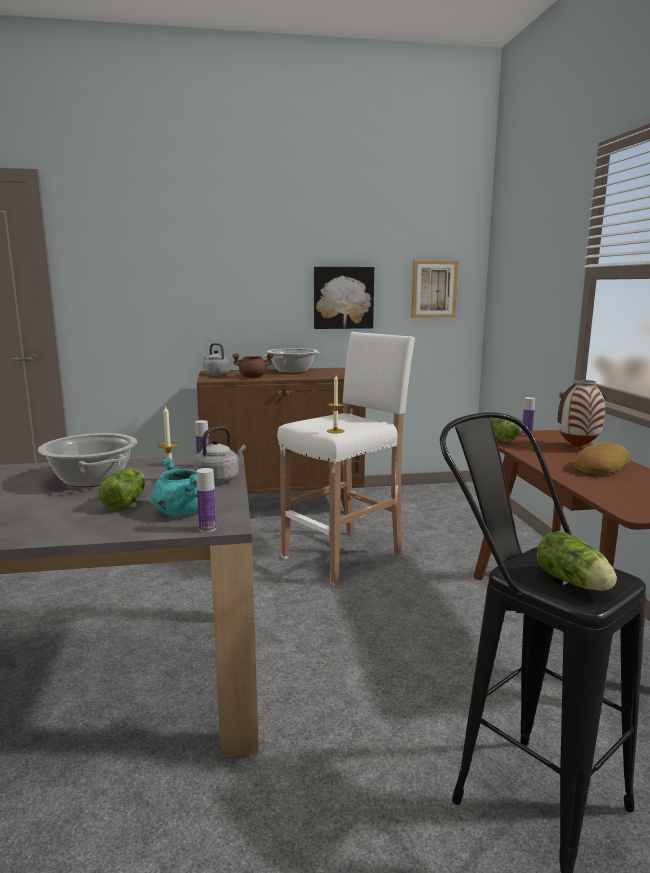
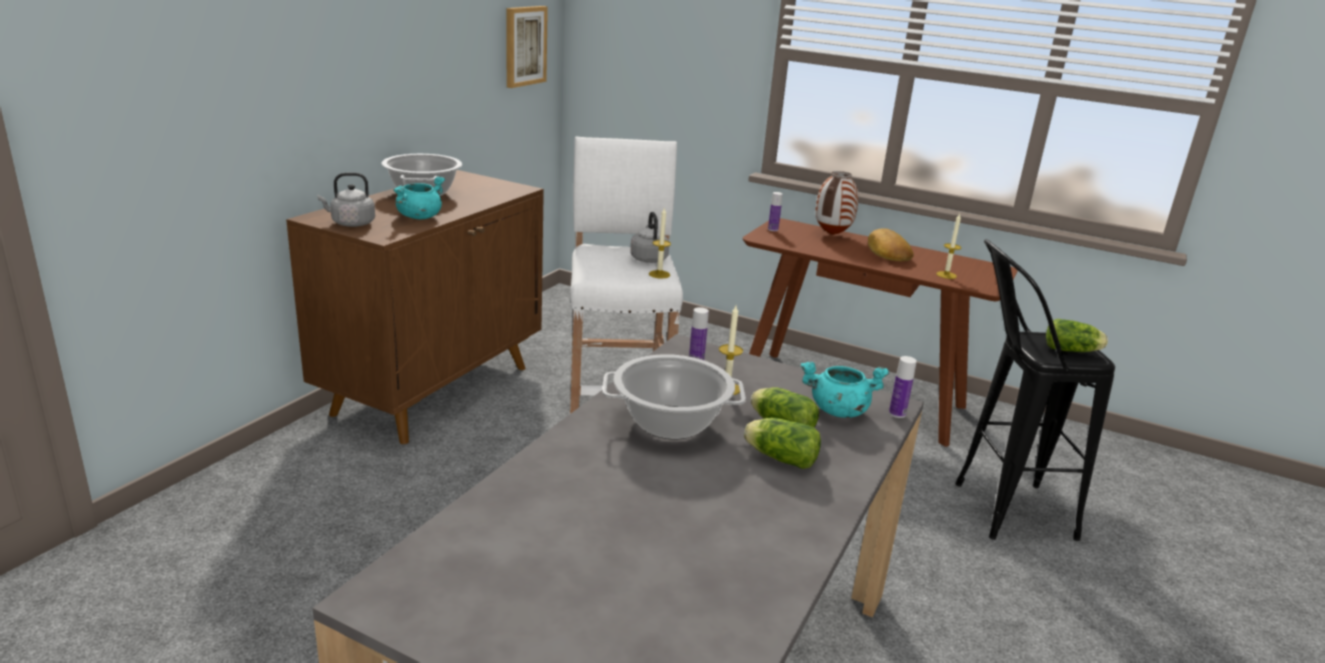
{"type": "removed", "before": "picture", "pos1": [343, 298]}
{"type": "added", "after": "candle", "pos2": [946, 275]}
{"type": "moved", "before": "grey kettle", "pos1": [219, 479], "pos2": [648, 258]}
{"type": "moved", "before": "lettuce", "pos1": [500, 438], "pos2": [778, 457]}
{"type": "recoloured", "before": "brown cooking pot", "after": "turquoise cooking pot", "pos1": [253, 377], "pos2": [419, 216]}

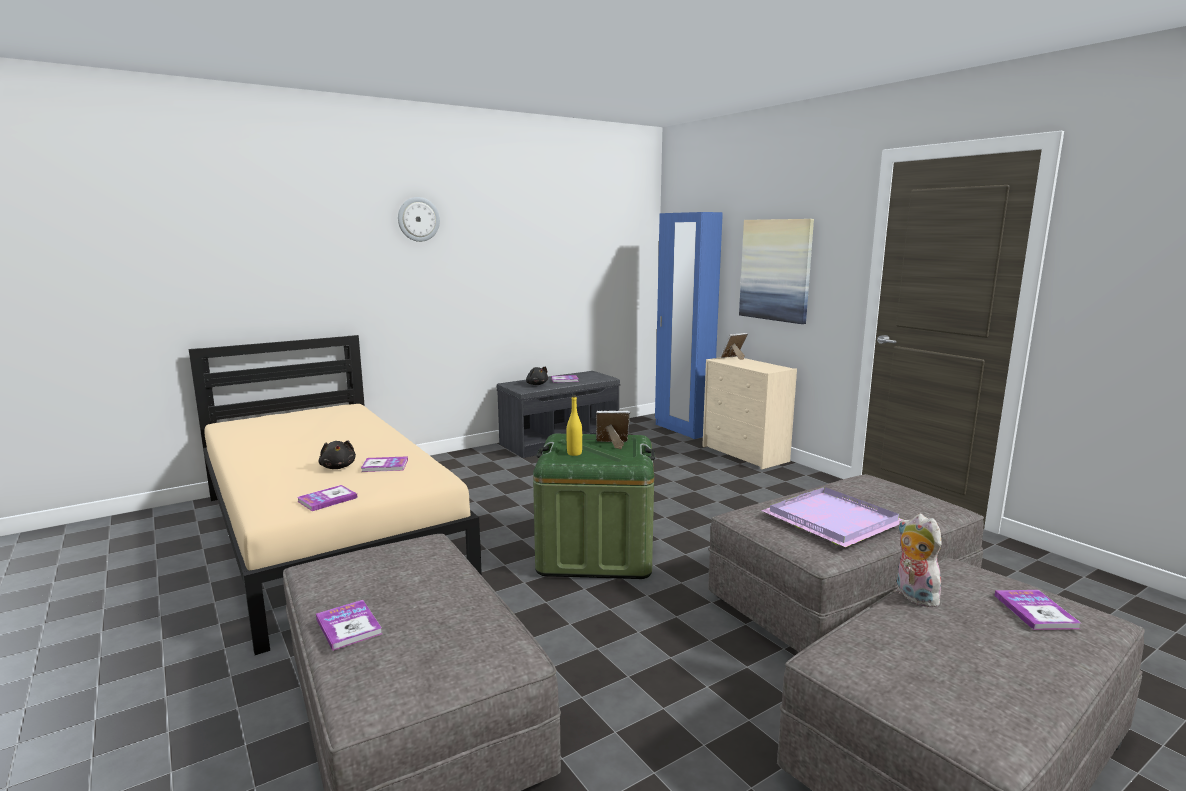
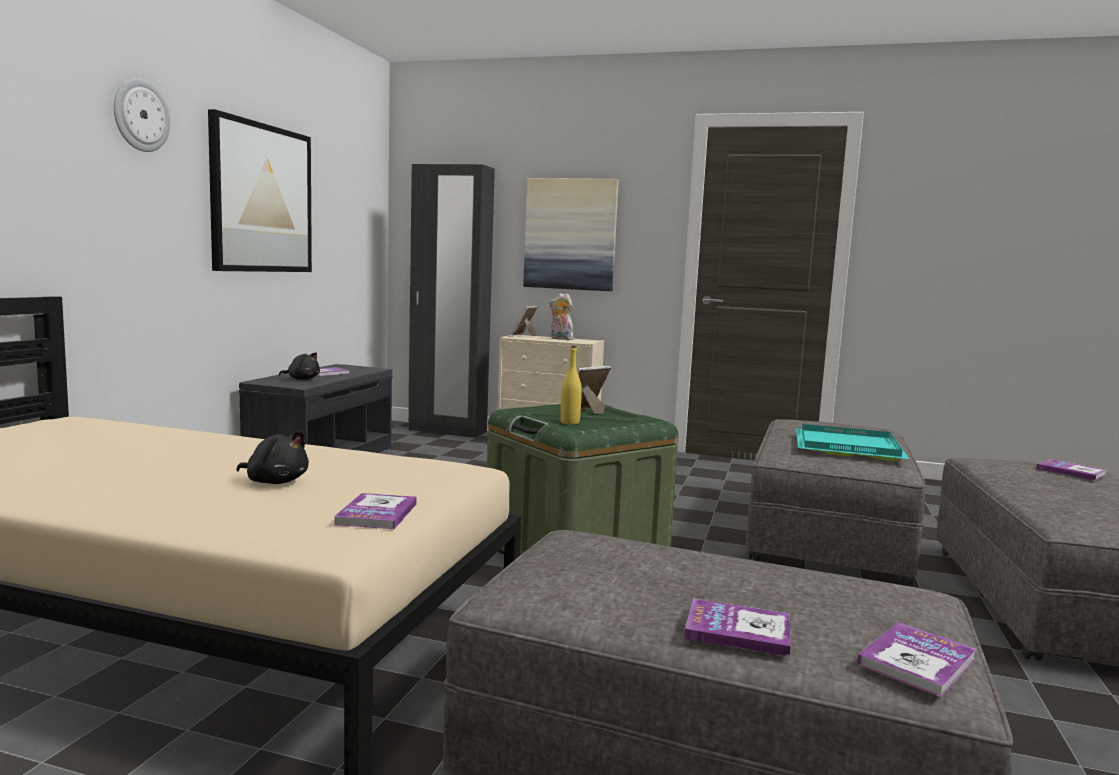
{"type": "added", "after": "picture", "pos2": [261, 199]}
{"type": "moved", "before": "book", "pos1": [385, 466], "pos2": [917, 661]}
{"type": "moved", "before": "plush toy", "pos1": [913, 596], "pos2": [560, 339]}
{"type": "recoloured", "before": "blue wardrobe", "after": "black wardrobe", "pos1": [682, 429], "pos2": [447, 431]}
{"type": "recoloured", "before": "purple tray", "after": "turquoise tray", "pos1": [832, 521], "pos2": [850, 448]}

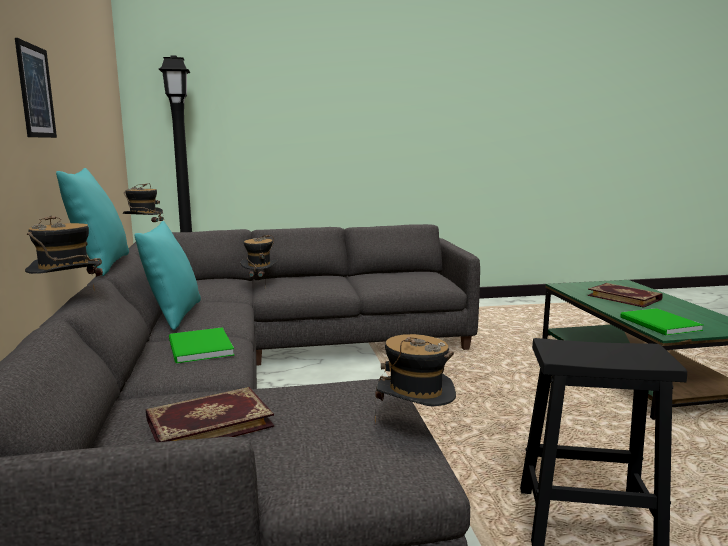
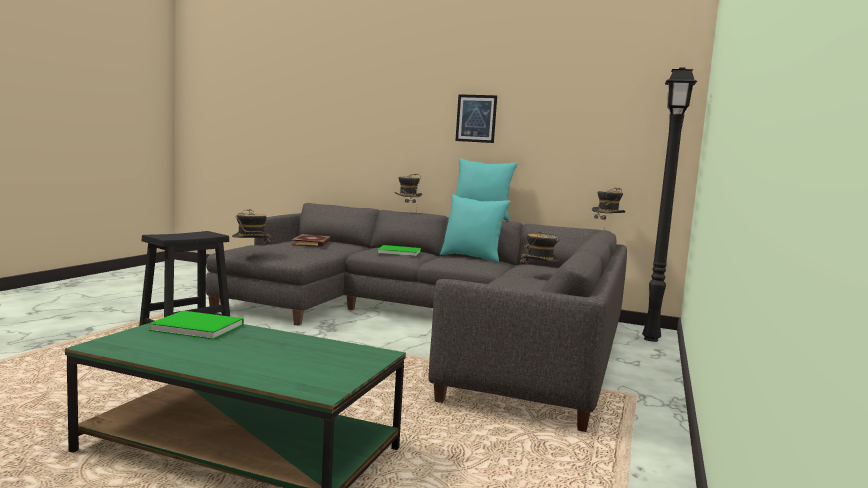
{"type": "removed", "before": "book", "pos1": [624, 297]}

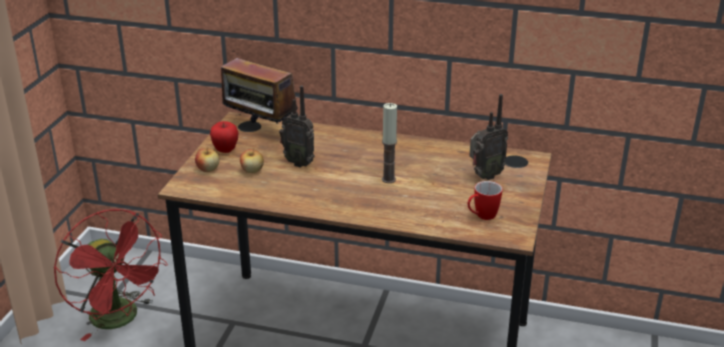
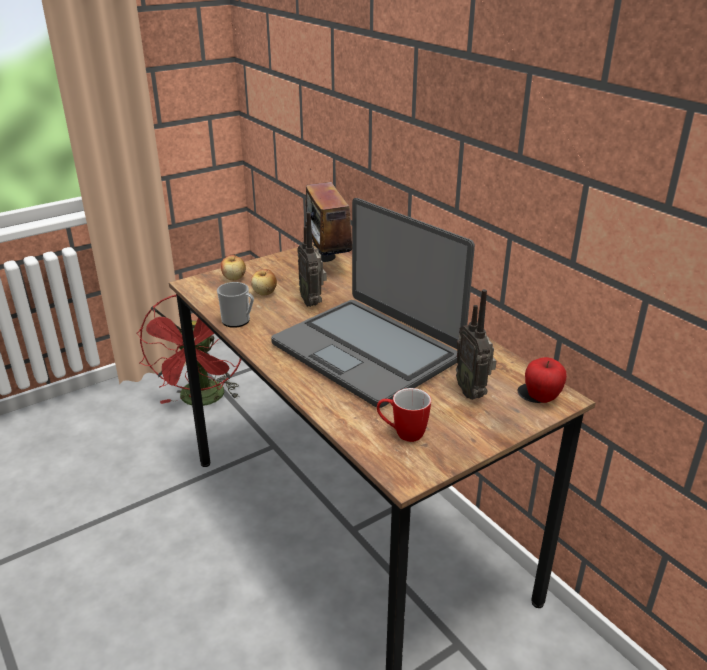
{"type": "added", "after": "mug", "pos2": [238, 321]}
{"type": "moved", "before": "apple", "pos1": [225, 150], "pos2": [541, 398]}
{"type": "replaced", "before": "candle", "after": "laptop", "pos1": [388, 179], "pos2": [367, 351]}
{"type": "turned", "before": "radio", "pos1": [484, 176], "pos2": [472, 392], "turn": 60}

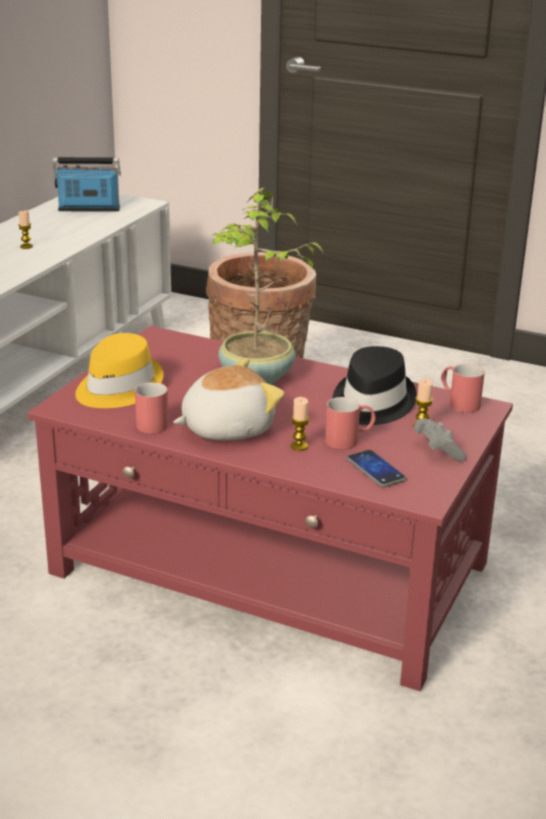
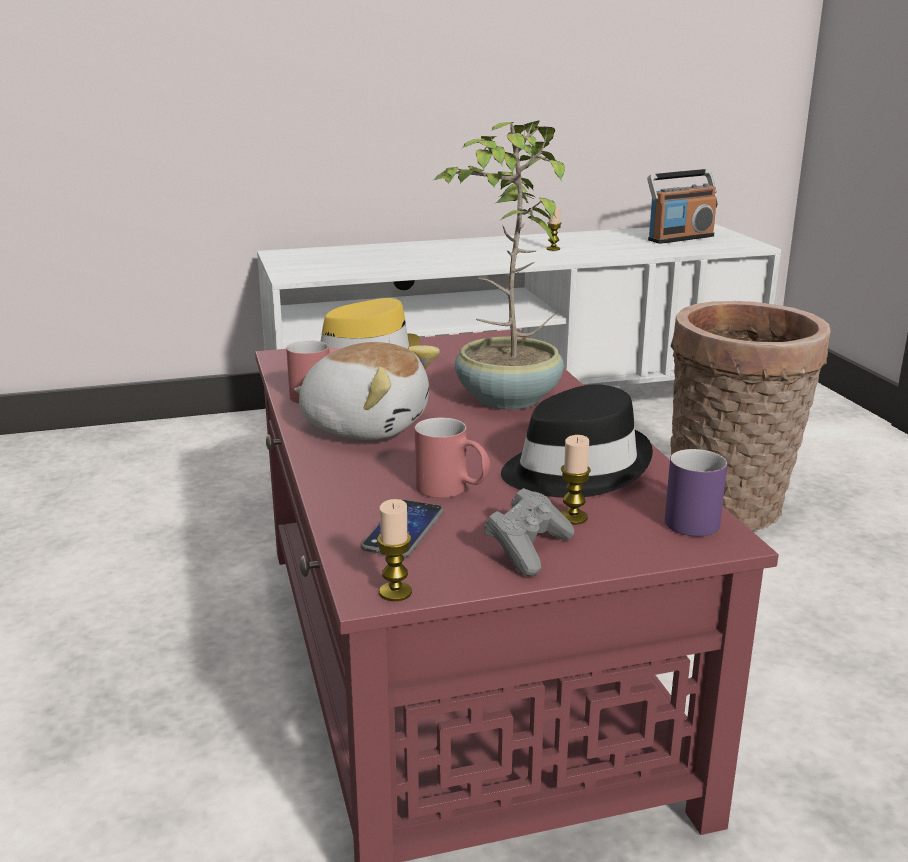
{"type": "moved", "before": "candle", "pos1": [299, 446], "pos2": [395, 592]}
{"type": "recoloured", "before": "red mug", "after": "purple mug", "pos1": [458, 402], "pos2": [691, 517]}
{"type": "turned", "before": "radio", "pos1": [89, 209], "pos2": [680, 238], "turn": 105}

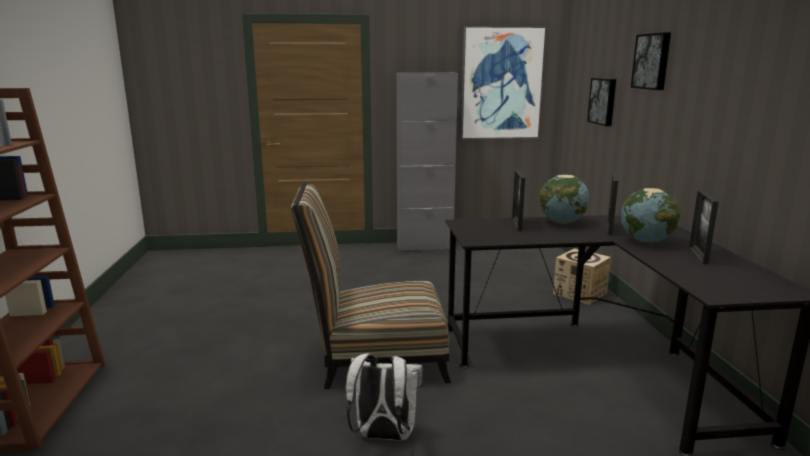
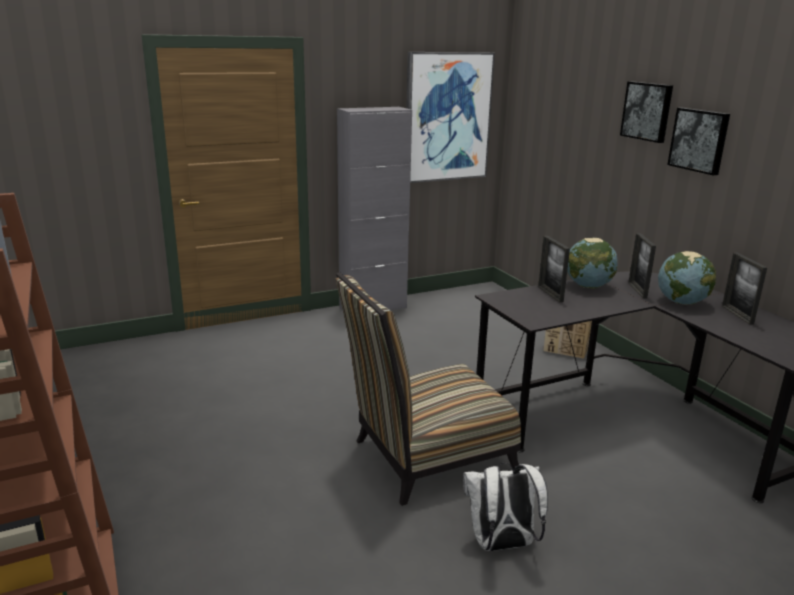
{"type": "moved", "before": "picture", "pos1": [603, 101], "pos2": [699, 140]}

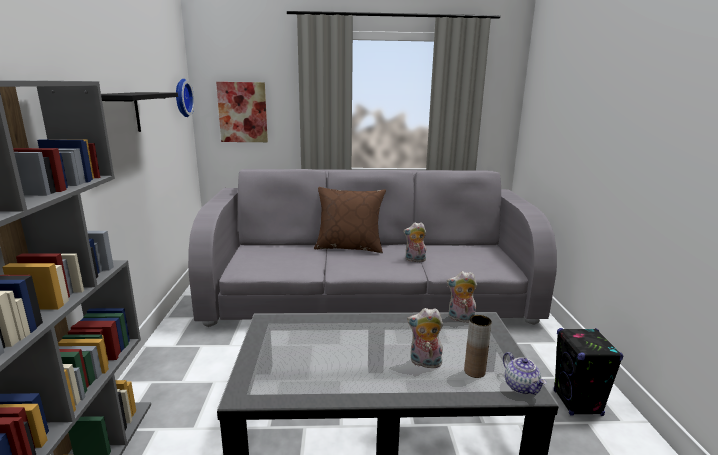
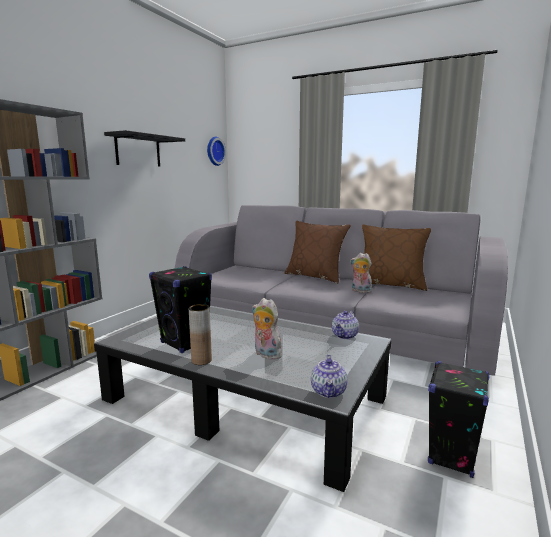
{"type": "removed", "before": "picture", "pos1": [243, 112]}
{"type": "added", "after": "black speaker", "pos2": [185, 343]}
{"type": "added", "after": "brown pillow", "pos2": [391, 284]}
{"type": "moved", "before": "brown vase", "pos1": [474, 371], "pos2": [201, 360]}
{"type": "replaced", "before": "plush toy", "after": "teapot", "pos1": [460, 319], "pos2": [345, 336]}

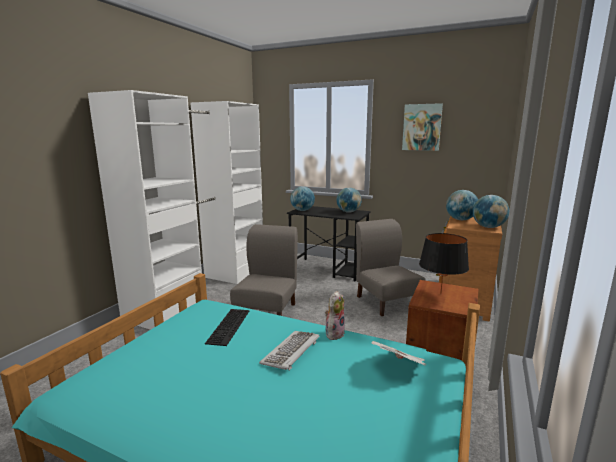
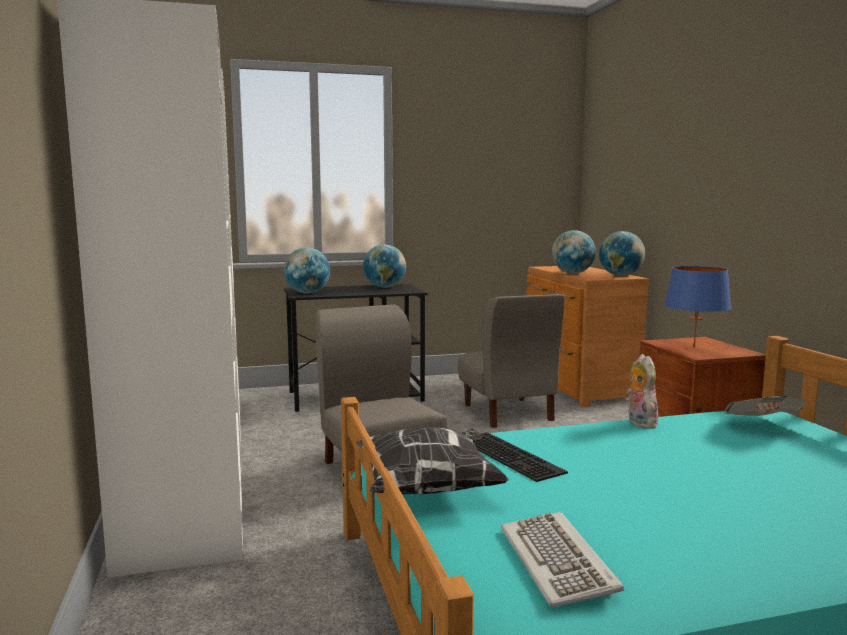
{"type": "removed", "before": "picture", "pos1": [422, 127]}
{"type": "added", "after": "pillow", "pos2": [429, 488]}
{"type": "moved", "before": "keyboard", "pos1": [291, 352], "pos2": [558, 562]}
{"type": "recoloured", "before": "black table lamp", "after": "blue table lamp", "pos1": [440, 294], "pos2": [694, 346]}
{"type": "turned", "before": "grey chair", "pos1": [386, 301], "pos2": [507, 413], "turn": -135}

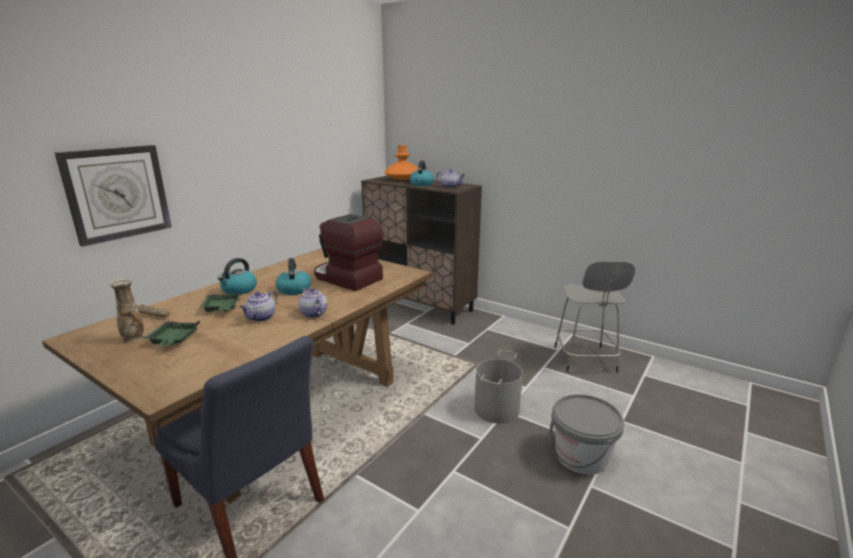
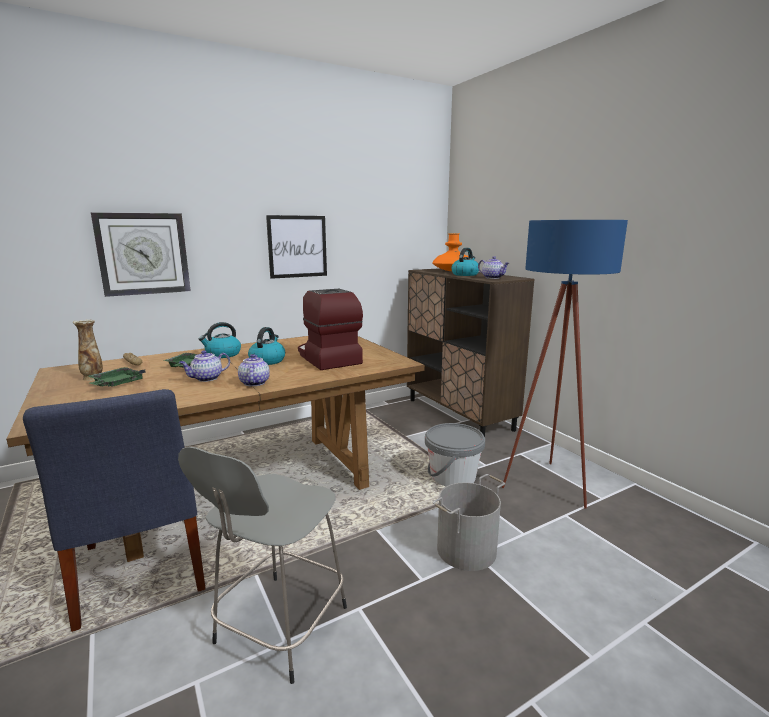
{"type": "added", "after": "picture", "pos2": [297, 246]}
{"type": "added", "after": "blue floor lamp", "pos2": [547, 480]}
{"type": "moved", "before": "grey bucket", "pos1": [581, 456], "pos2": [452, 476]}
{"type": "moved", "before": "grey stool", "pos1": [585, 360], "pos2": [279, 628]}

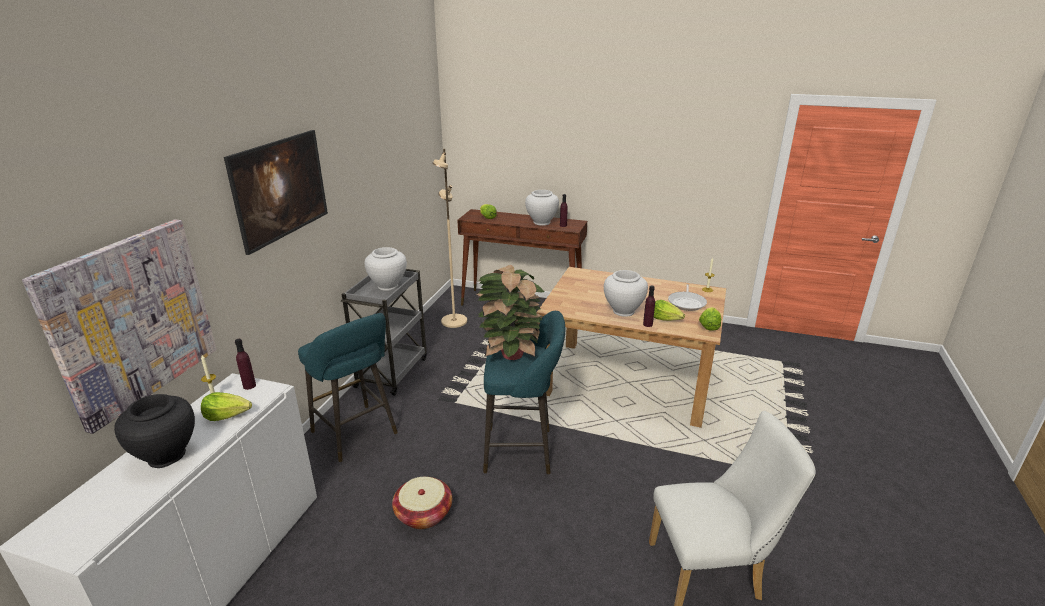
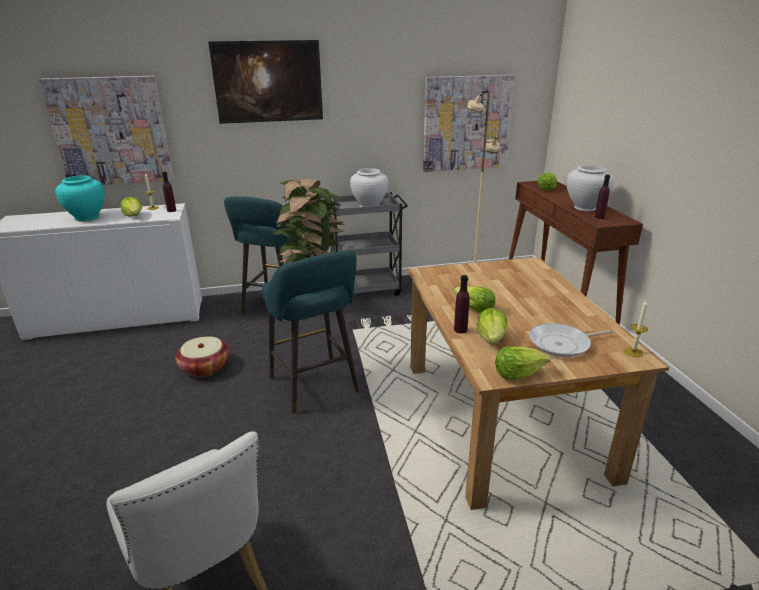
{"type": "added", "after": "picture", "pos2": [466, 123]}
{"type": "replaced", "before": "white vase", "after": "lettuce", "pos1": [623, 311], "pos2": [473, 308]}
{"type": "recoloured", "before": "black vase", "after": "turquoise vase", "pos1": [167, 456], "pos2": [87, 217]}

